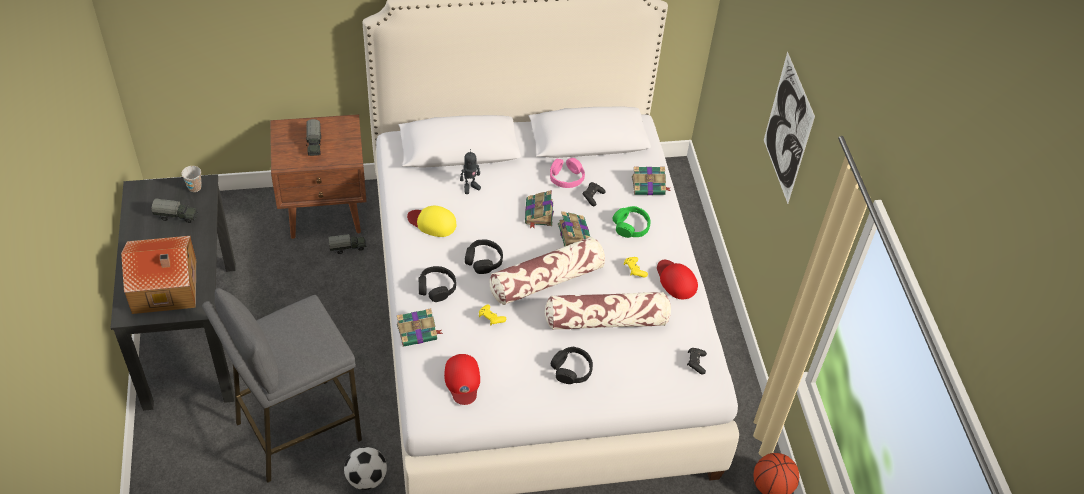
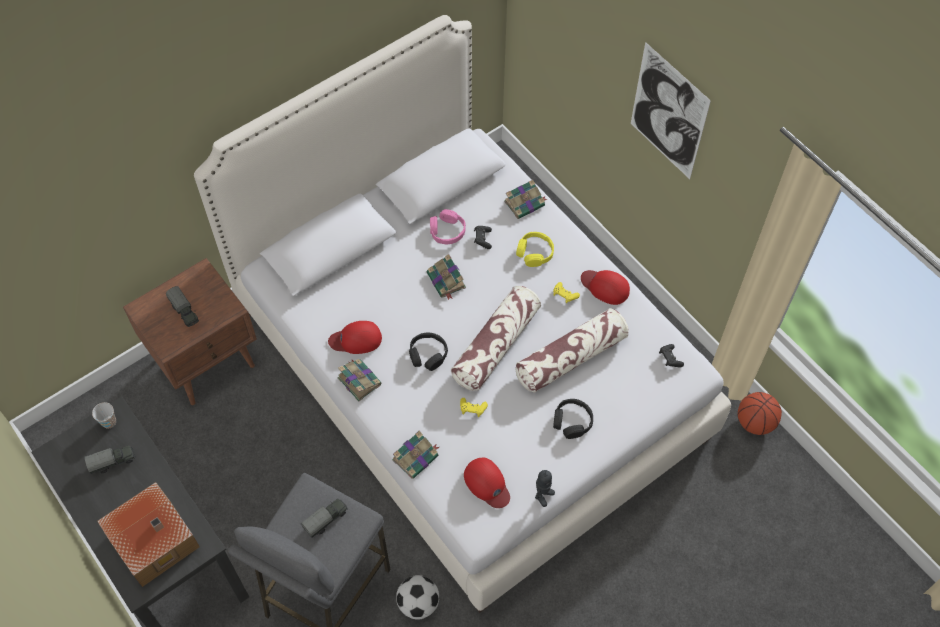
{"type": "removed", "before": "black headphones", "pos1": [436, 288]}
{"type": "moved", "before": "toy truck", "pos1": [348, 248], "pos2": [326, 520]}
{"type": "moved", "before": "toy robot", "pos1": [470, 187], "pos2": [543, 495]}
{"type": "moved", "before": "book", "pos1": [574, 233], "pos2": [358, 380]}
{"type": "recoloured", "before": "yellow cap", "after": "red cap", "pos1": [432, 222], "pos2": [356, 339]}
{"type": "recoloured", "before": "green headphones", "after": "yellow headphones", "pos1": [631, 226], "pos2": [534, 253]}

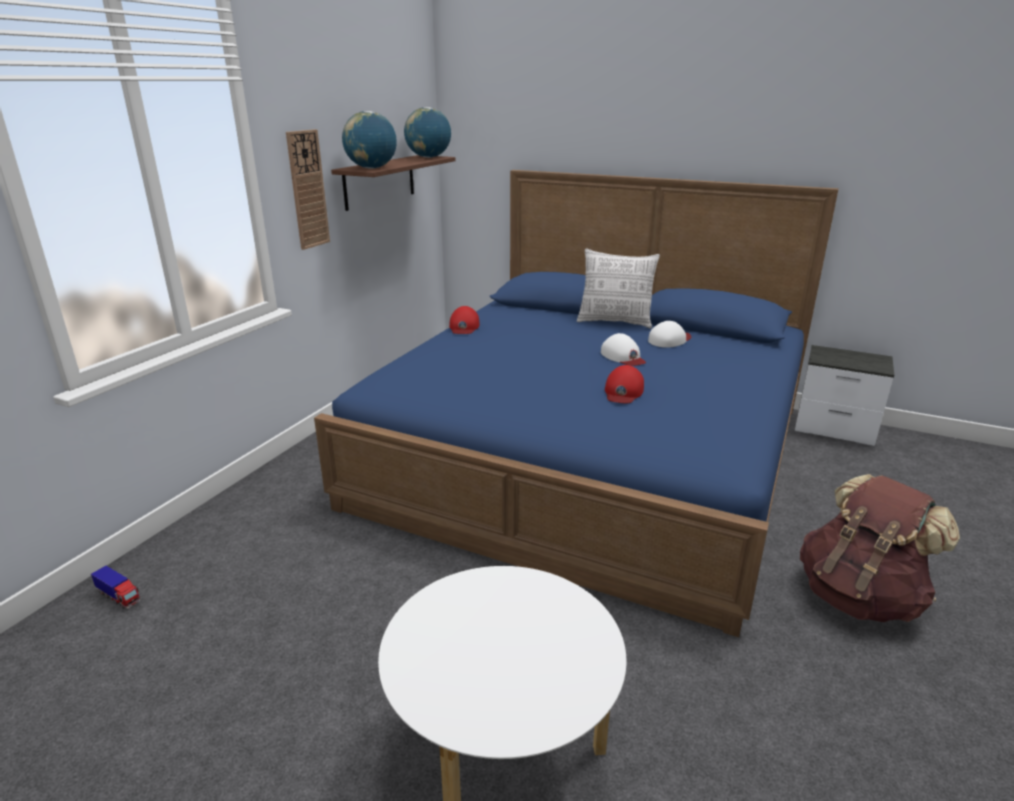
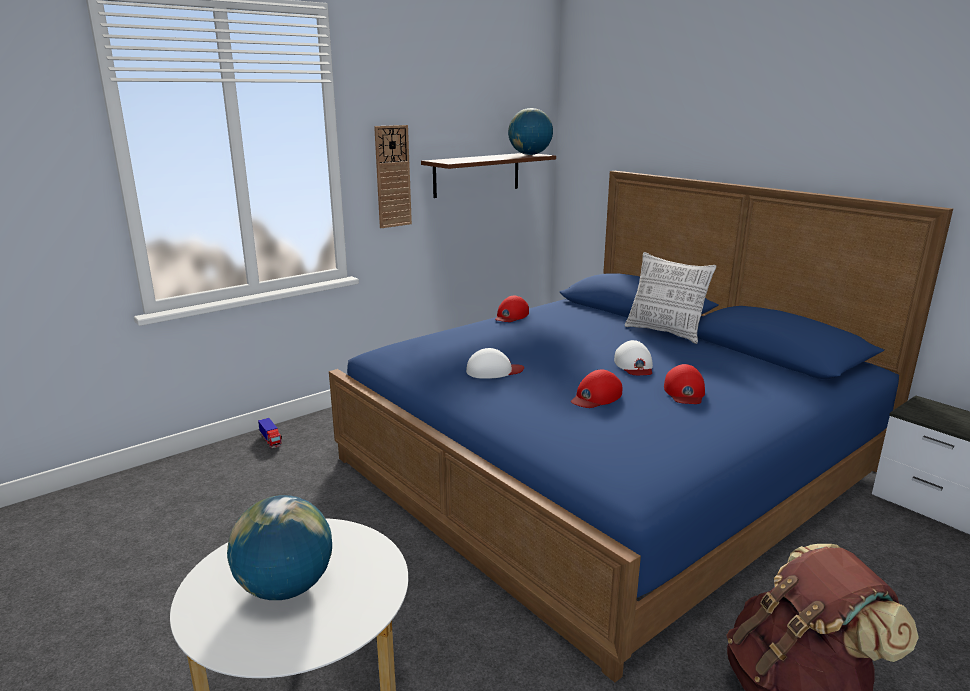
{"type": "added", "after": "red cap", "pos2": [684, 392]}
{"type": "moved", "before": "toy truck", "pos1": [119, 597], "pos2": [271, 441]}
{"type": "moved", "before": "globe", "pos1": [371, 168], "pos2": [285, 587]}
{"type": "moved", "before": "white cap", "pos1": [670, 340], "pos2": [494, 371]}

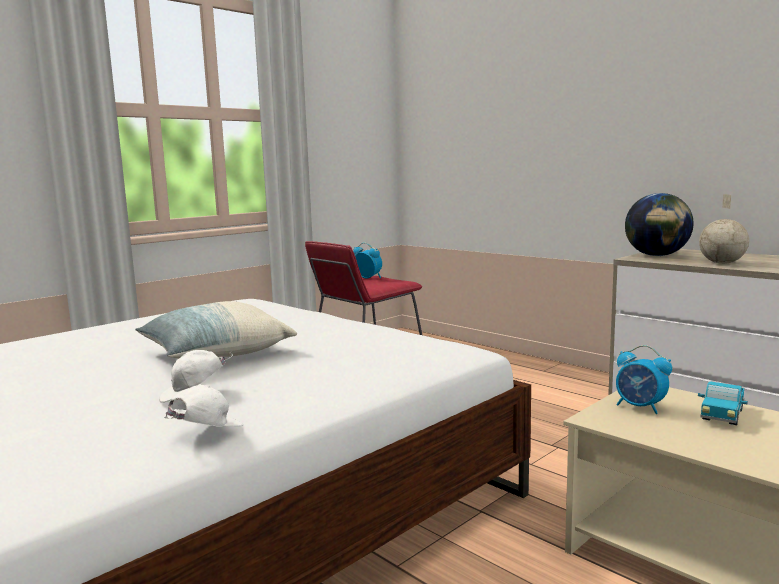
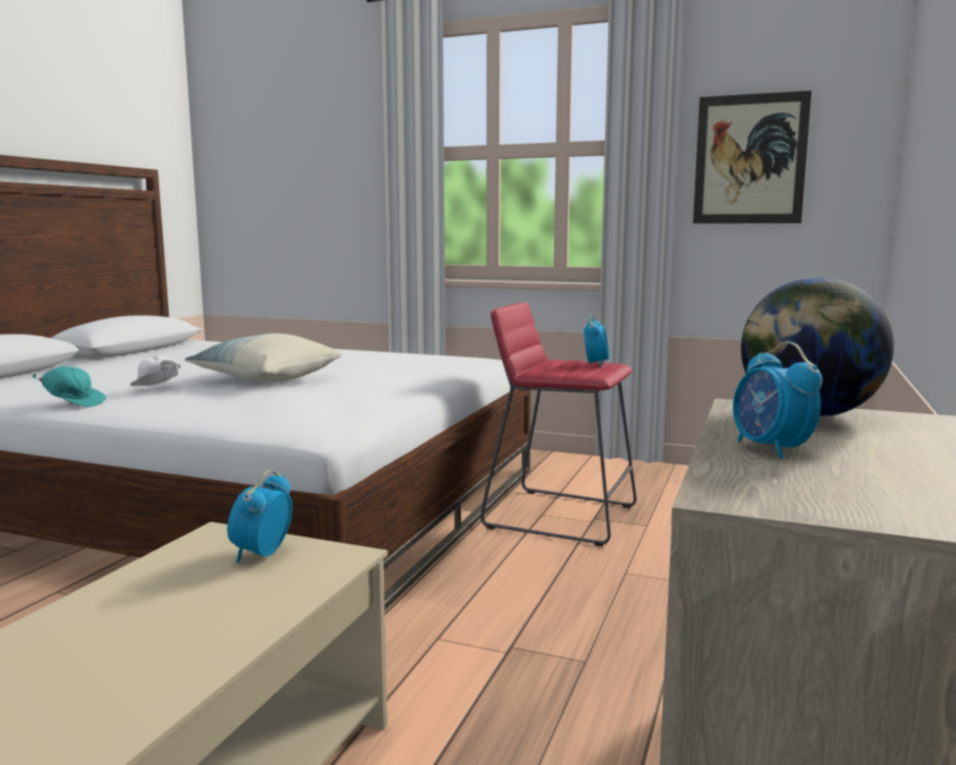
{"type": "removed", "before": "toy truck", "pos1": [722, 415]}
{"type": "added", "after": "picture", "pos2": [750, 159]}
{"type": "replaced", "before": "globe", "after": "alarm clock", "pos1": [722, 263], "pos2": [771, 449]}
{"type": "recoloured", "before": "white cap", "after": "turquoise cap", "pos1": [204, 434], "pos2": [74, 403]}

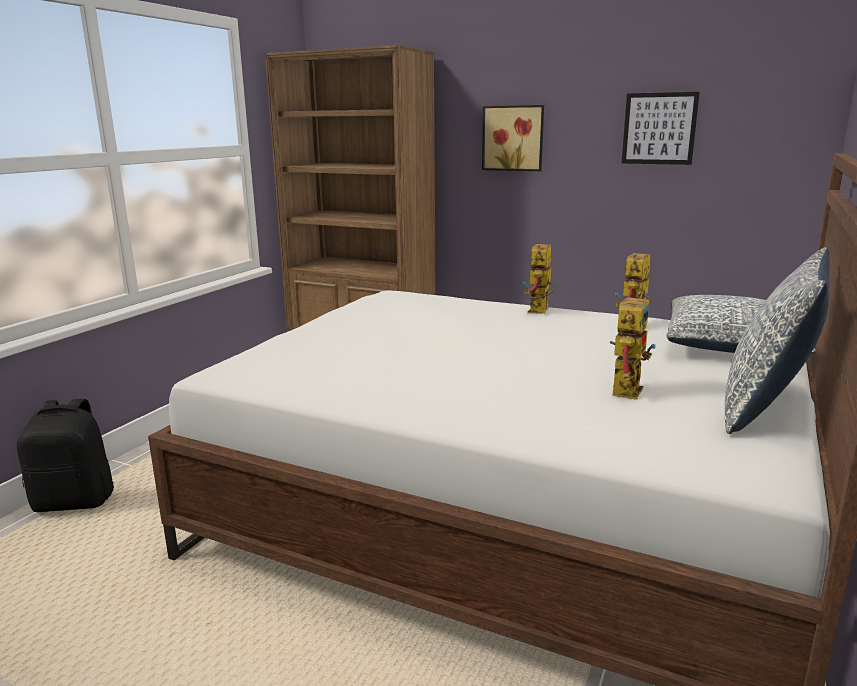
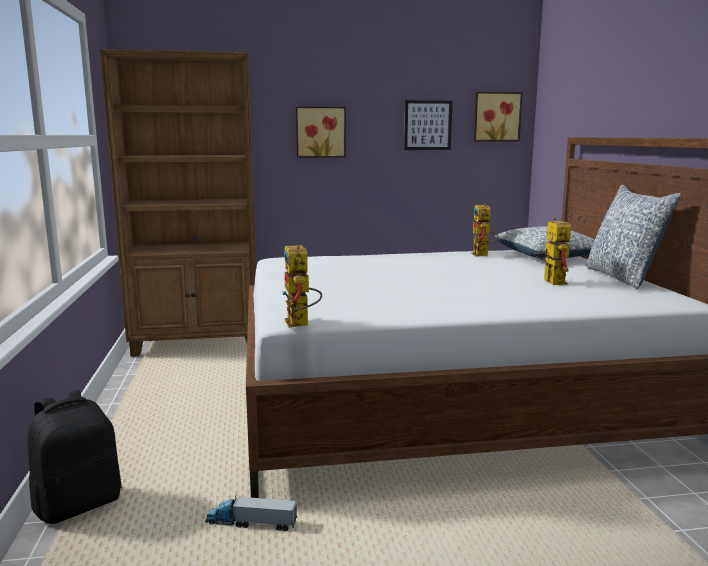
{"type": "added", "after": "toy truck", "pos2": [251, 523]}
{"type": "added", "after": "picture", "pos2": [496, 117]}
{"type": "moved", "before": "toy robot", "pos1": [539, 312], "pos2": [300, 324]}

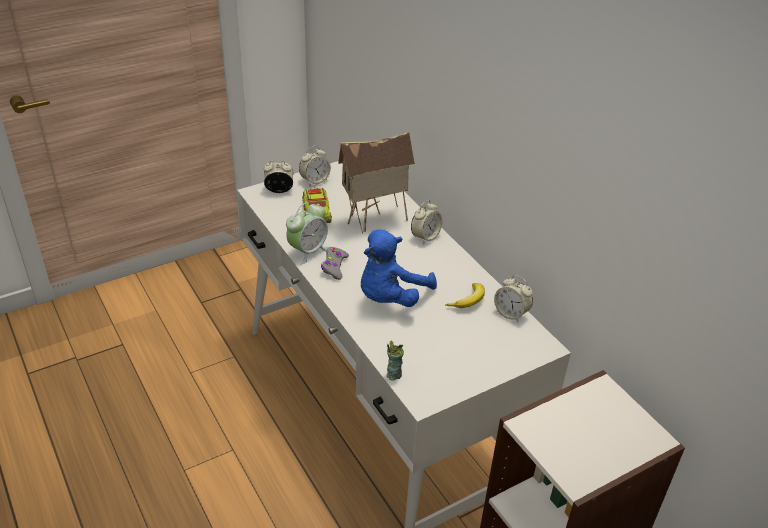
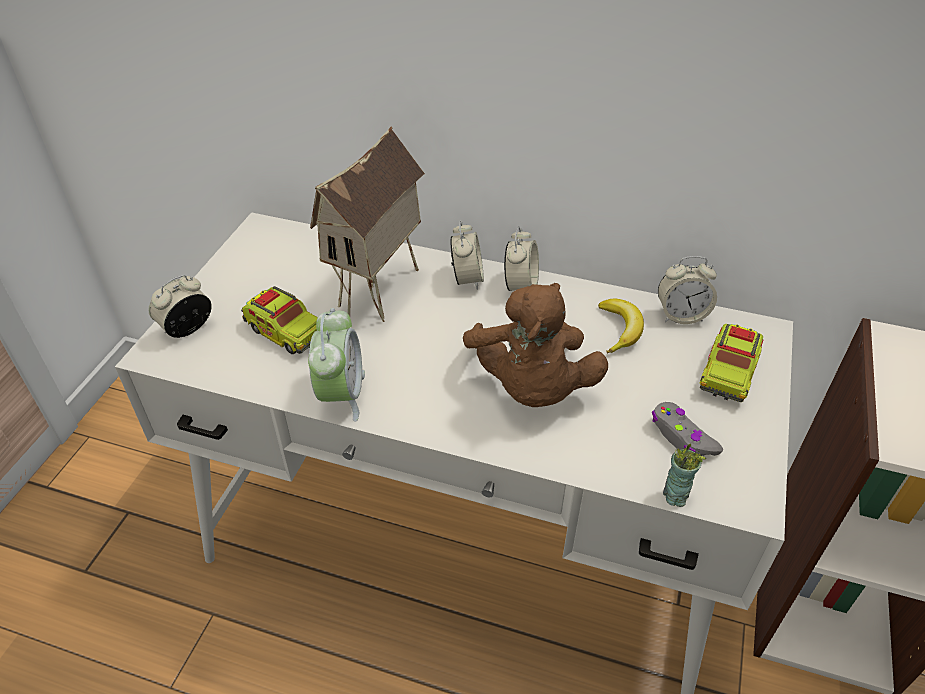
{"type": "added", "after": "toy truck", "pos2": [728, 373]}
{"type": "moved", "before": "alarm clock", "pos1": [315, 180], "pos2": [520, 286]}
{"type": "moved", "before": "grey game controller", "pos1": [334, 266], "pos2": [682, 436]}
{"type": "recoloured", "before": "blue plush toy", "after": "brown plush toy", "pos1": [390, 297], "pos2": [530, 387]}

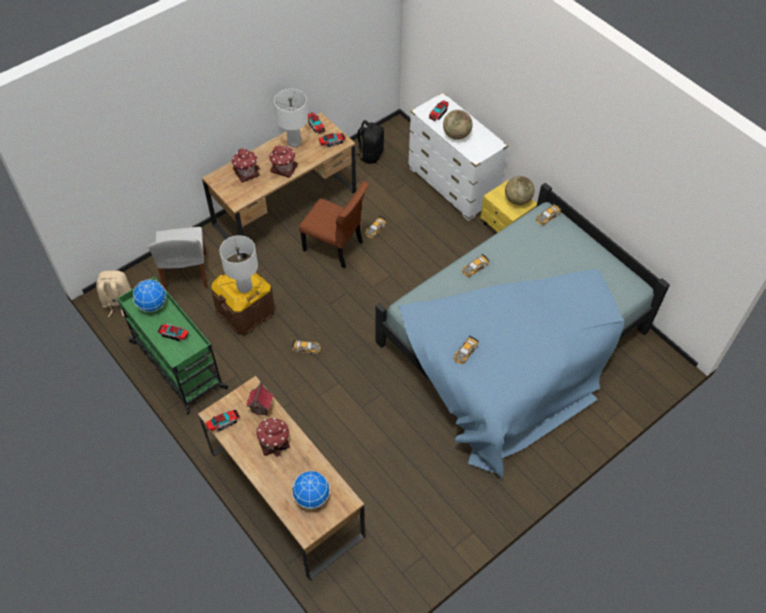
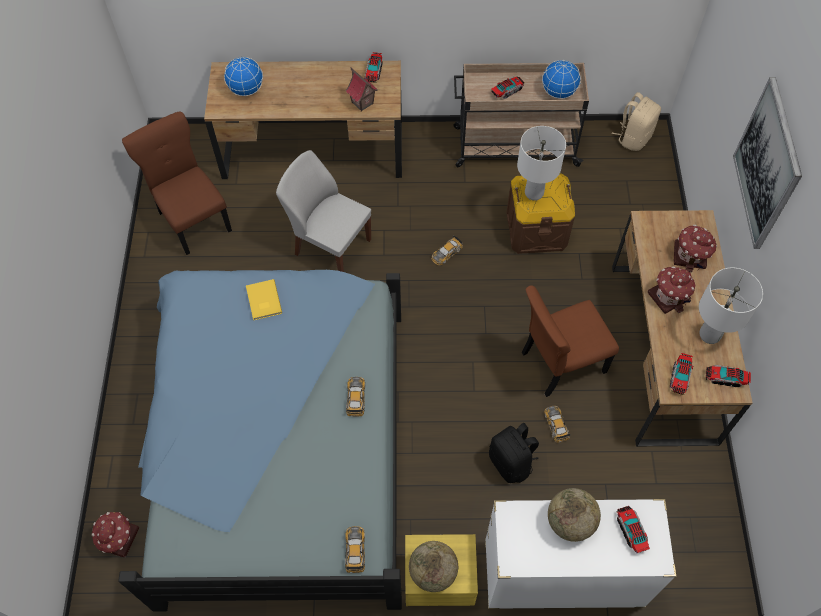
{"type": "added", "after": "brown chair", "pos2": [193, 219]}
{"type": "added", "after": "picture", "pos2": [767, 165]}
{"type": "moved", "before": "white chair", "pos1": [185, 273], "pos2": [331, 246]}
{"type": "moved", "before": "toy house", "pos1": [274, 441], "pos2": [118, 539]}
{"type": "moved", "before": "black backpack", "pos1": [370, 154], "pos2": [511, 463]}
{"type": "replaced", "before": "toy car", "after": "yellow book", "pos1": [465, 352], "pos2": [263, 301]}
{"type": "recoloured", "before": "green cart", "after": "beige cart", "pos1": [179, 366], "pos2": [514, 146]}

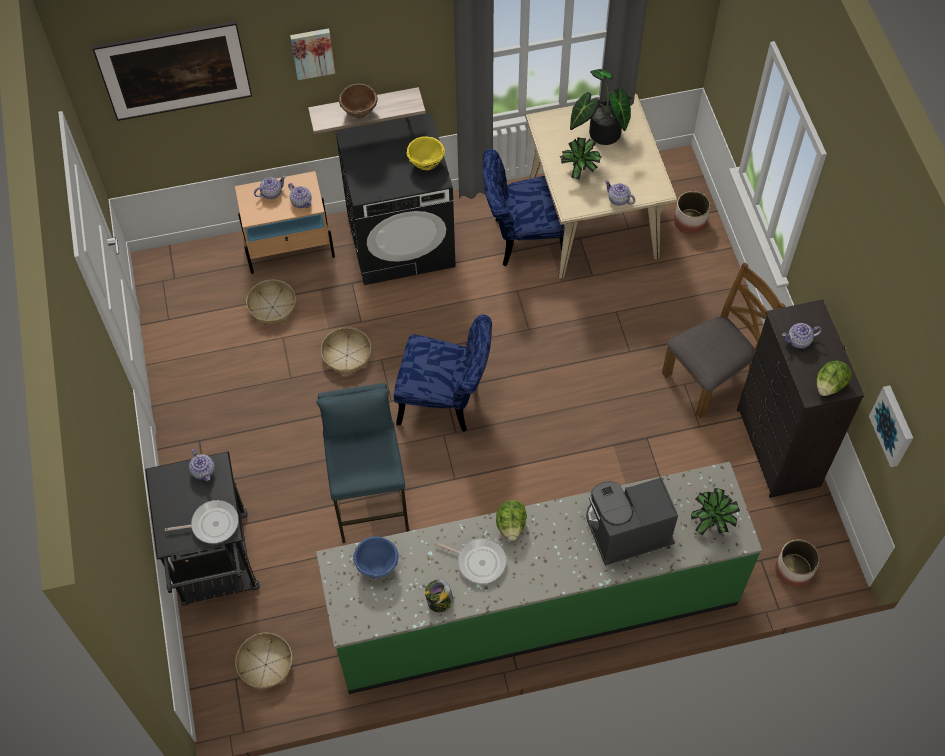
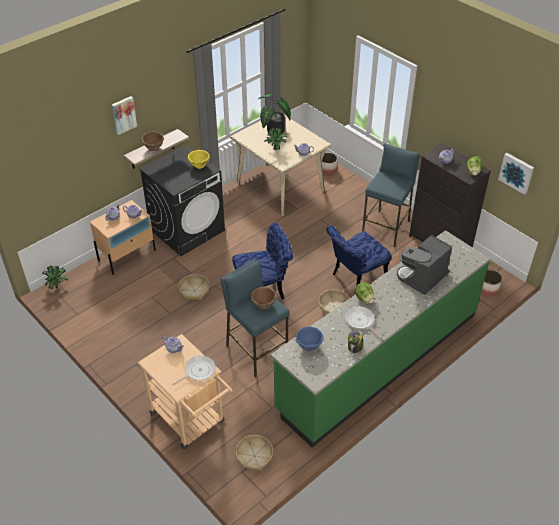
{"type": "removed", "before": "picture", "pos1": [179, 88]}
{"type": "added", "after": "brown bowl", "pos2": [263, 305]}
{"type": "moved", "before": "basket", "pos1": [272, 307], "pos2": [334, 306]}
{"type": "moved", "before": "blue chair", "pos1": [523, 239], "pos2": [355, 278]}
{"type": "moved", "before": "potted plant", "pos1": [711, 522], "pos2": [57, 286]}
{"type": "replaced", "before": "brown chair", "after": "blue stool", "pos1": [710, 377], "pos2": [386, 228]}
{"type": "recoloured", "before": "black cart", "after": "beige cart", "pos1": [217, 567], "pos2": [191, 421]}
{"type": "turned", "before": "frying pan", "pos1": [478, 561], "pos2": [360, 321], "turn": -120}

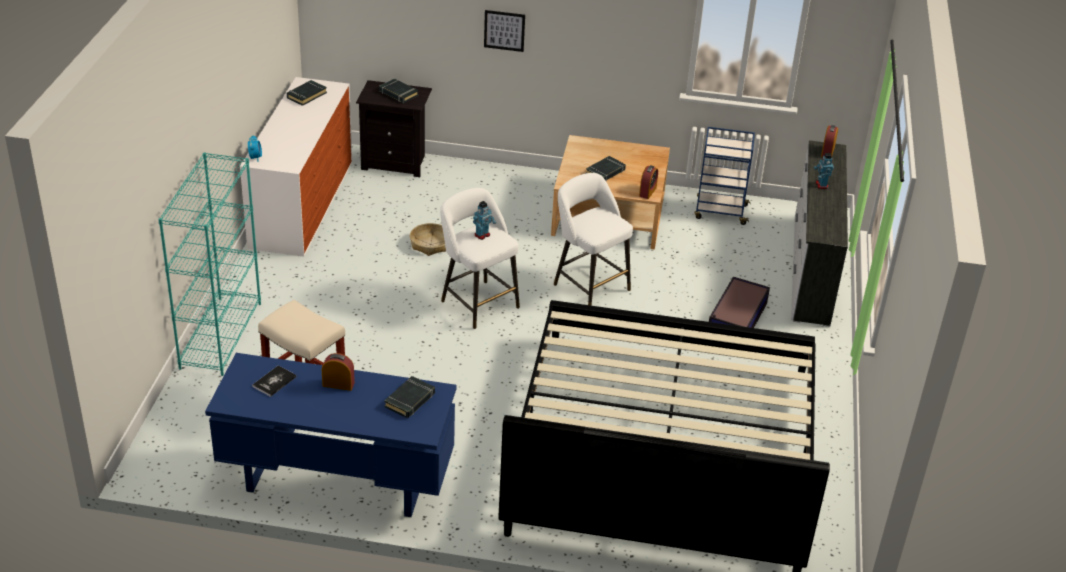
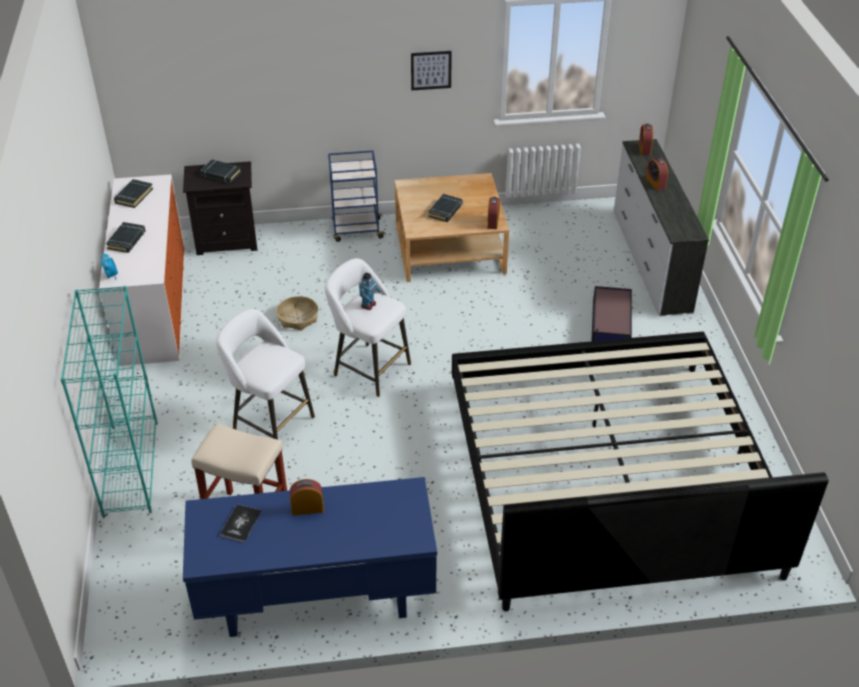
{"type": "moved", "before": "black book", "pos1": [410, 400], "pos2": [127, 240]}
{"type": "moved", "before": "picture", "pos1": [504, 30], "pos2": [431, 70]}
{"type": "moved", "before": "white stool", "pos1": [588, 285], "pos2": [270, 422]}
{"type": "moved", "before": "blue cart", "pos1": [719, 212], "pos2": [356, 230]}
{"type": "replaced", "before": "toy robot", "after": "alarm clock", "pos1": [821, 185], "pos2": [655, 183]}

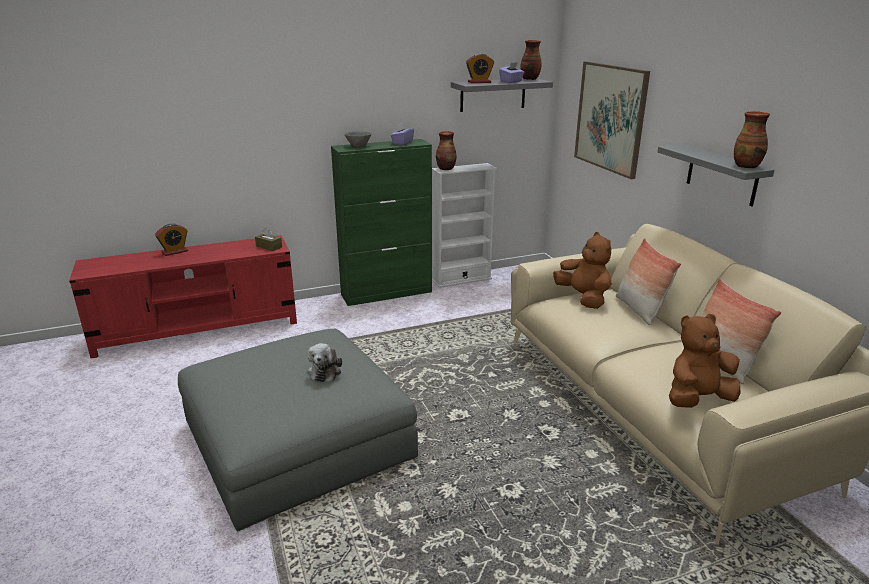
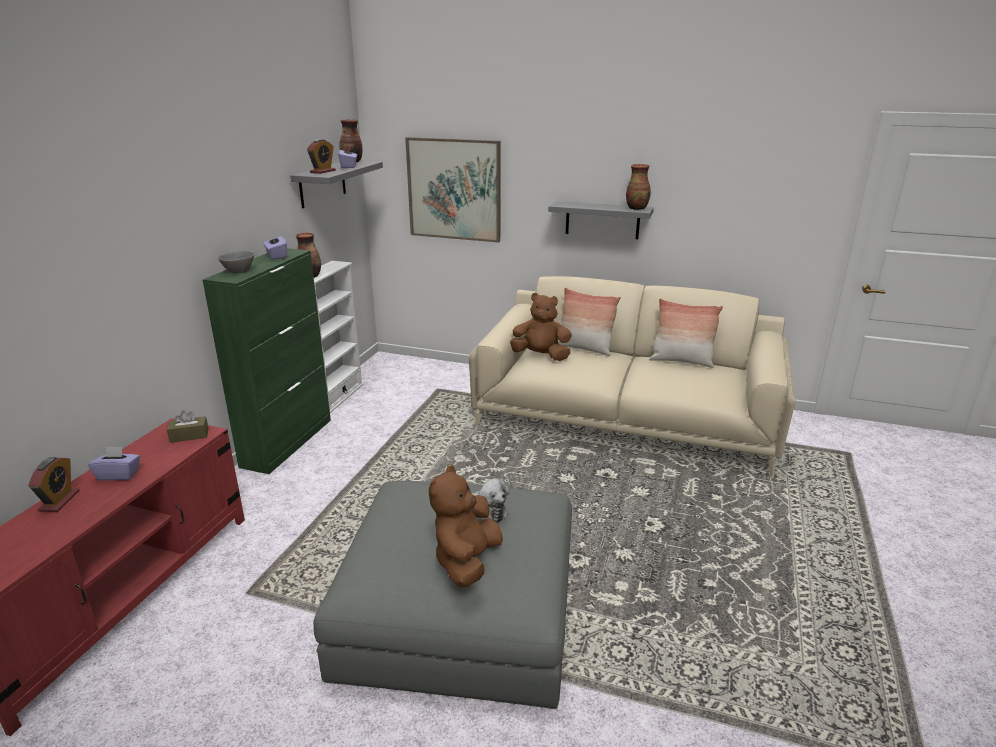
{"type": "added", "after": "purple tissue box", "pos2": [119, 475]}
{"type": "moved", "before": "brown plush toy", "pos1": [697, 399], "pos2": [466, 561]}

